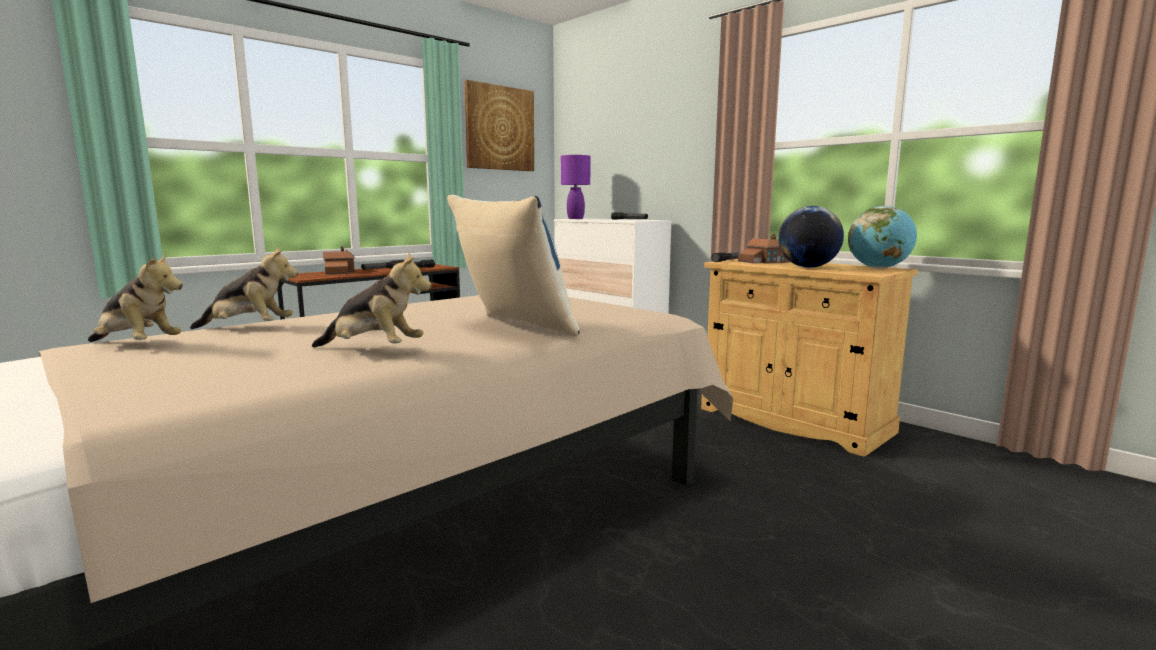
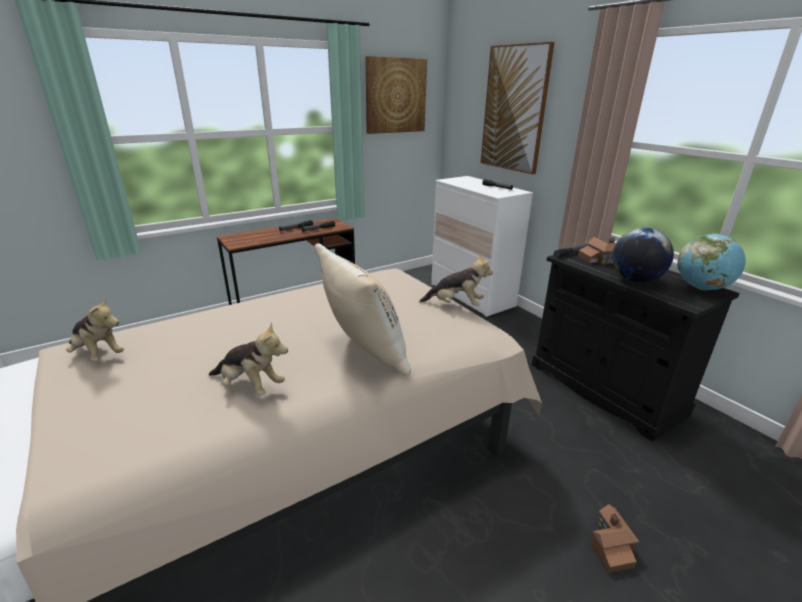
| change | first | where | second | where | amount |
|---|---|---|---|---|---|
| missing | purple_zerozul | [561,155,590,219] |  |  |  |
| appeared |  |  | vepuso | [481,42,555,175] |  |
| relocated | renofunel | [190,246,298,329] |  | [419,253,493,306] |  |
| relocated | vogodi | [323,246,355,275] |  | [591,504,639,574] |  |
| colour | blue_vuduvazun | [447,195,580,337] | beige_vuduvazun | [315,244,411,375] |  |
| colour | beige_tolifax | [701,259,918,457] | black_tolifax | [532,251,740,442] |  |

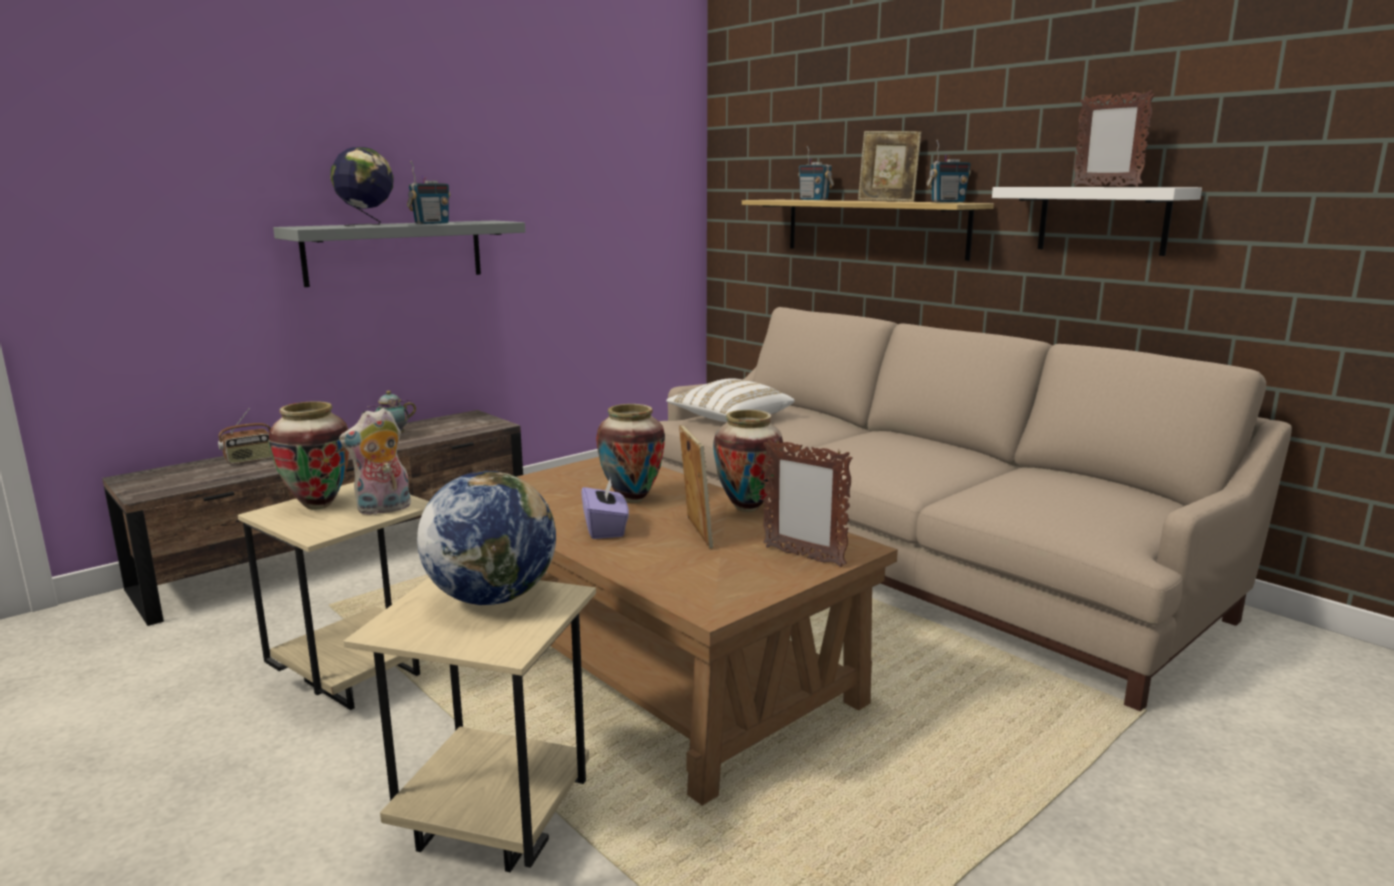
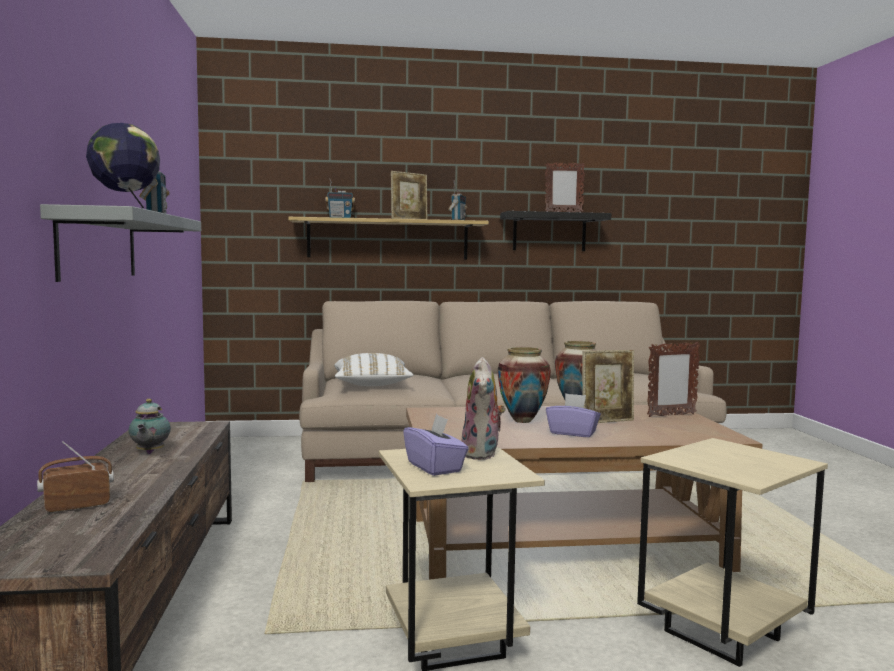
| change | first | where | second | where | amount |
|---|---|---|---|---|---|
| missing | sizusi | [417,471,556,605] |  |  |  |
| exchanged | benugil | [268,401,349,510] | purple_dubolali | [403,414,469,476] |  |
| colour | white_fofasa | [992,187,1202,256] | black_fofasa | [500,211,611,251] |  |
| spun | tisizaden | [218,408,272,464] |  | [37,441,114,513] | 120 degrees counterclockwise |
| spun | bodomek | [679,425,714,549] |  | [582,350,634,423] | 135 degrees clockwise |

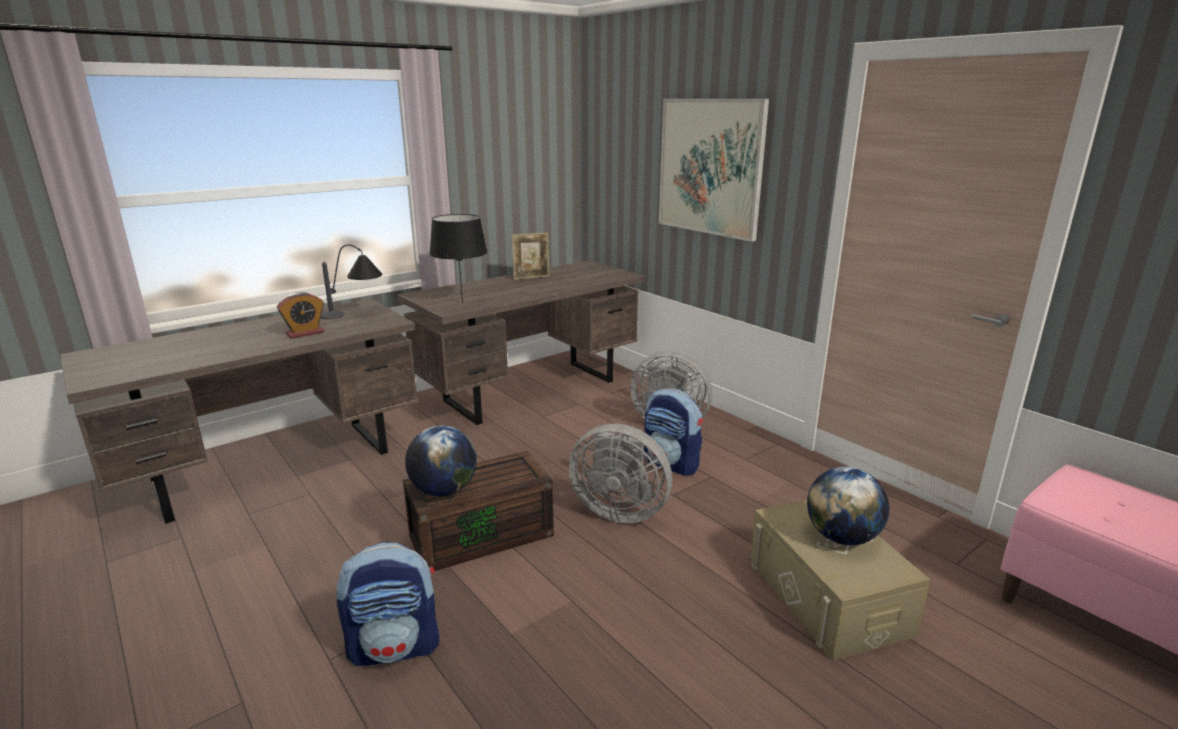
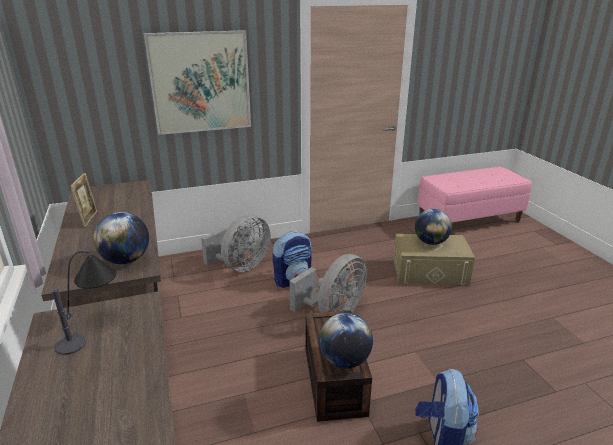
| change | first | where | second | where | amount |
|---|---|---|---|---|---|
| missing | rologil | [277,292,324,338] |  |  |  |
| exchanged | black_zerozul | [429,214,488,303] | sizusi | [93,212,149,264] |  |

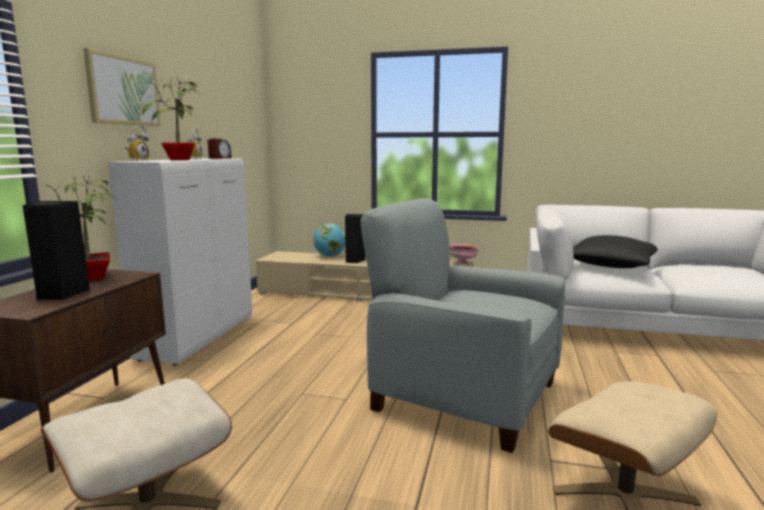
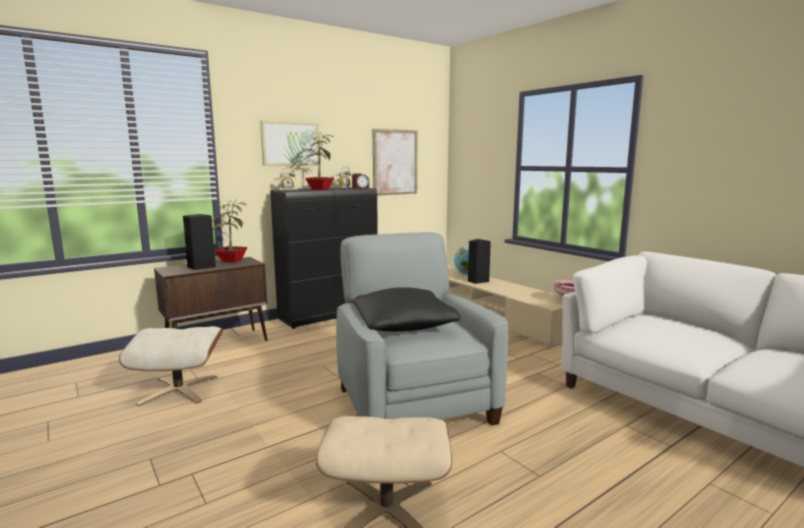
| change | first | where | second | where | amount |
|---|---|---|---|---|---|
| appeared |  |  | vepuso | [373,129,417,196] |  |
| relocated | black_vuduvazun | [573,235,658,268] |  | [352,287,461,332] |  |
| colour | white_tolifax | [108,158,252,366] | black_tolifax | [270,187,378,329] |  |

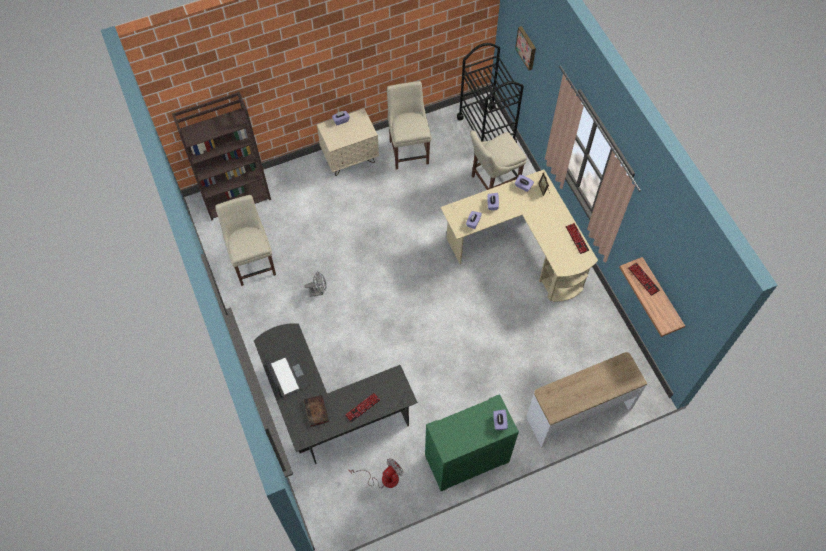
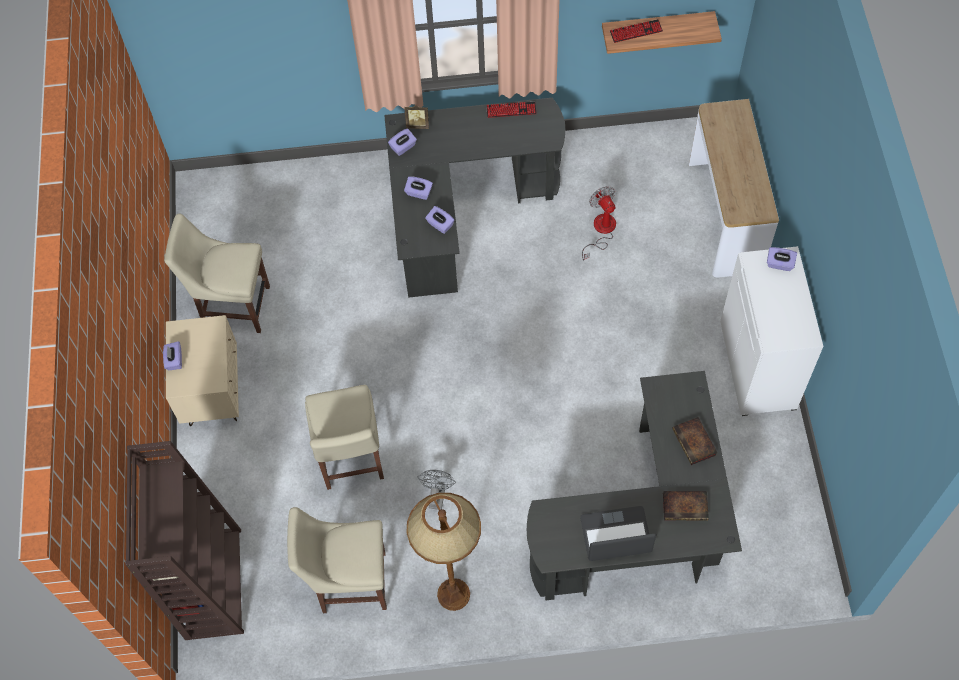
| change | first | where | second | where | amount |
|---|---|---|---|---|---|
| missing | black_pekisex | [457,43,524,143] |  |  |  |
| missing | vepuso | [515,26,536,70] |  |  |  |
| appeared |  |  | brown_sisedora | [407,493,481,611] |  |
| relocated | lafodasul | [349,458,403,488] |  | [582,186,616,261] |  |
| relocated | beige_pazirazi | [470,130,527,190] |  | [305,385,384,490] |  |
| exchanged | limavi | [345,393,381,423] | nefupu | [672,417,717,465] |  |
| colour | green_tolifax | [425,394,519,491] | white_tolifax | [720,246,823,416] |  |
| colour | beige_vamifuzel | [440,169,598,302] | black_vamifuzel | [384,98,565,298] |  |

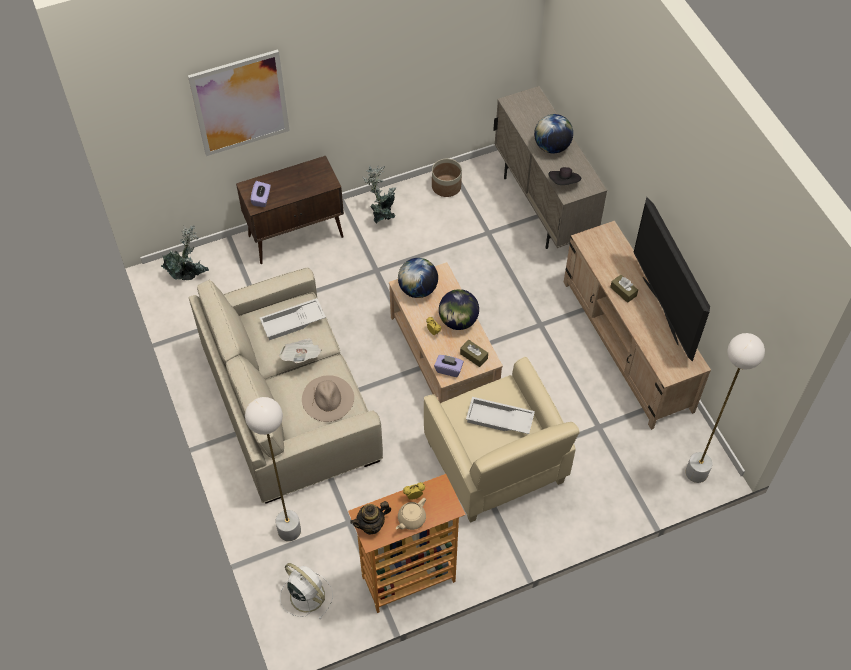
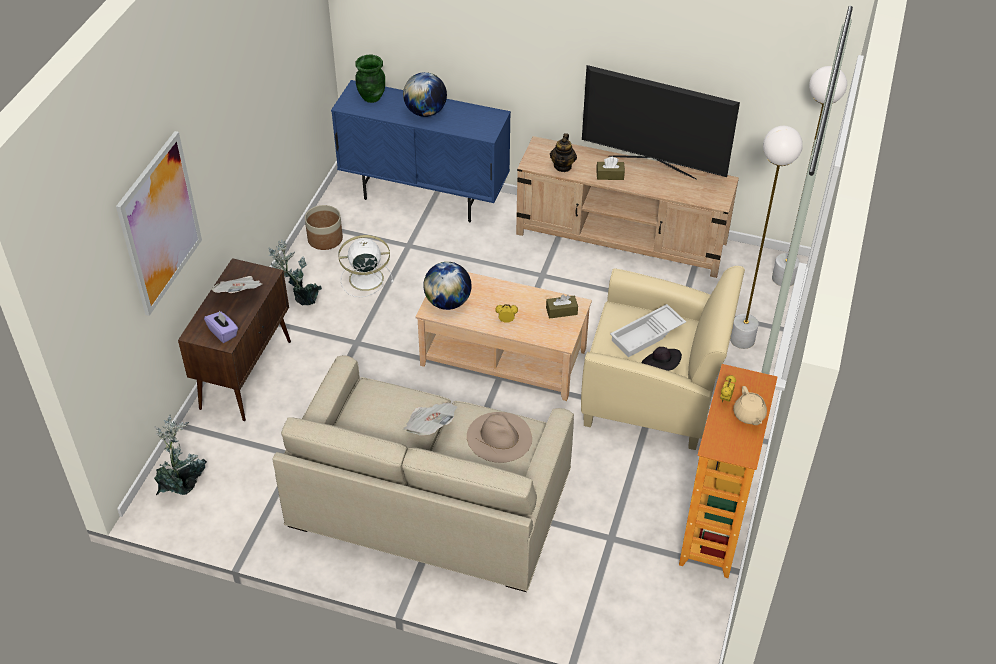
| change | first | where | second | where | amount |
|---|---|---|---|---|---|
| missing | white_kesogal | [260,298,326,340] |  |  |  |
| missing | purple_dubolali | [434,355,464,377] |  |  |  |
| missing | sizusi | [439,289,479,330] |  |  |  |
| appeared |  |  | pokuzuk | [211,276,262,293] |  |
| appeared |  |  | green_benugil | [355,55,385,103] |  |
| relocated | white_sisedora | [245,397,301,541] |  | [730,126,803,349] |  |
| relocated | white_lafodasul | [280,563,333,620] |  | [338,235,394,297] |  |
| relocated | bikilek | [350,501,391,535] |  | [550,133,577,172] |  |
| relocated | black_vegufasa | [549,167,581,185] |  | [641,347,682,371] |  |
| colour | beige_tolifax | [493,86,607,249] | blue_tolifax | [331,80,511,222] |  |

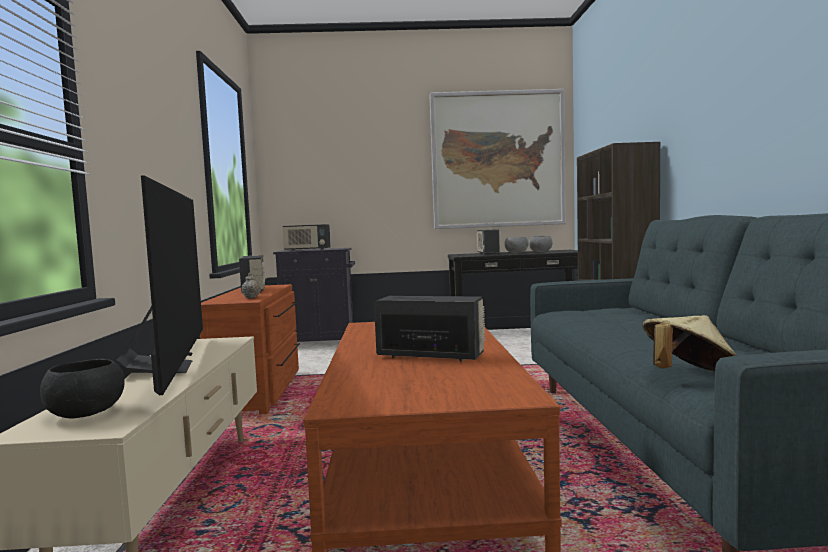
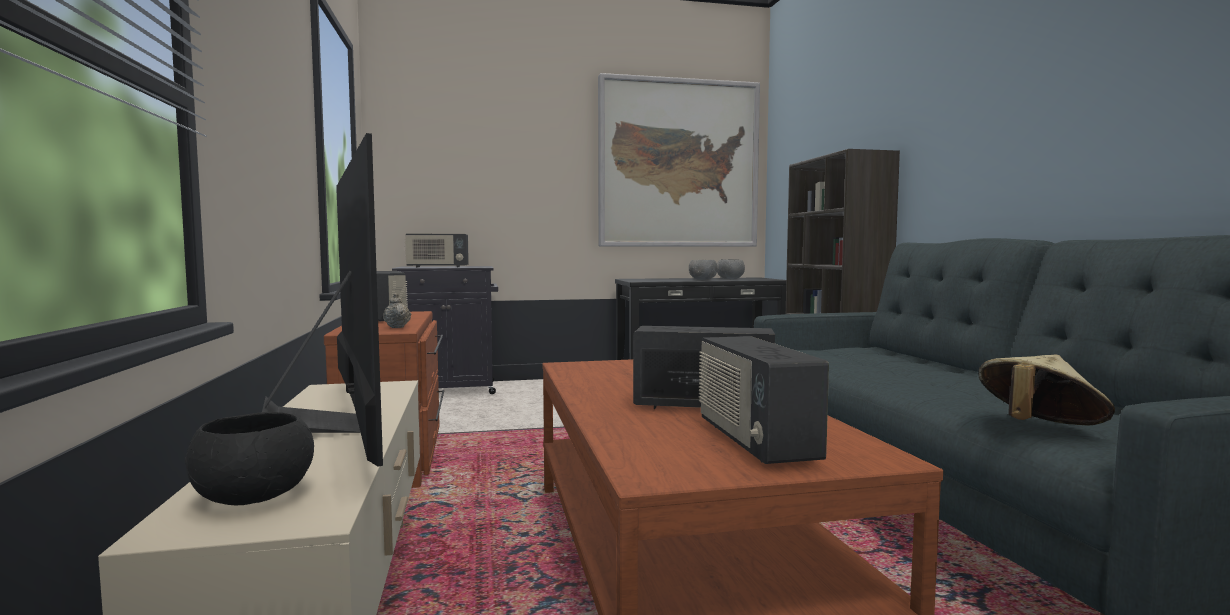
| change | first | where | second | where | amount |
|---|---|---|---|---|---|
| relocated | tisizaden | [477,229,500,255] |  | [699,336,829,464] |  |

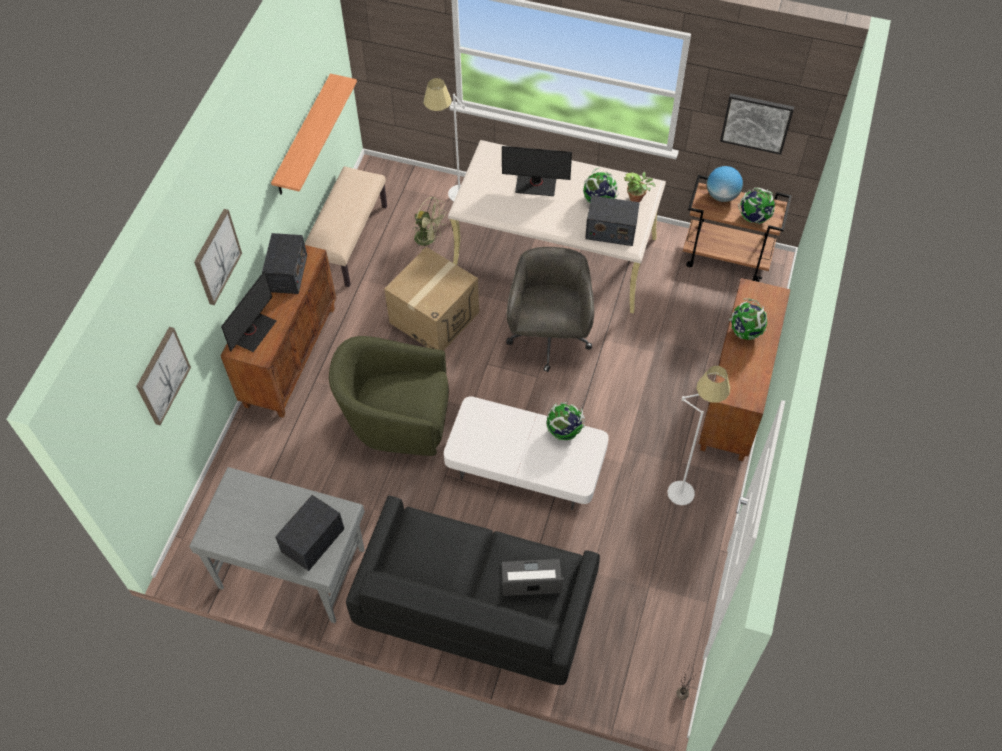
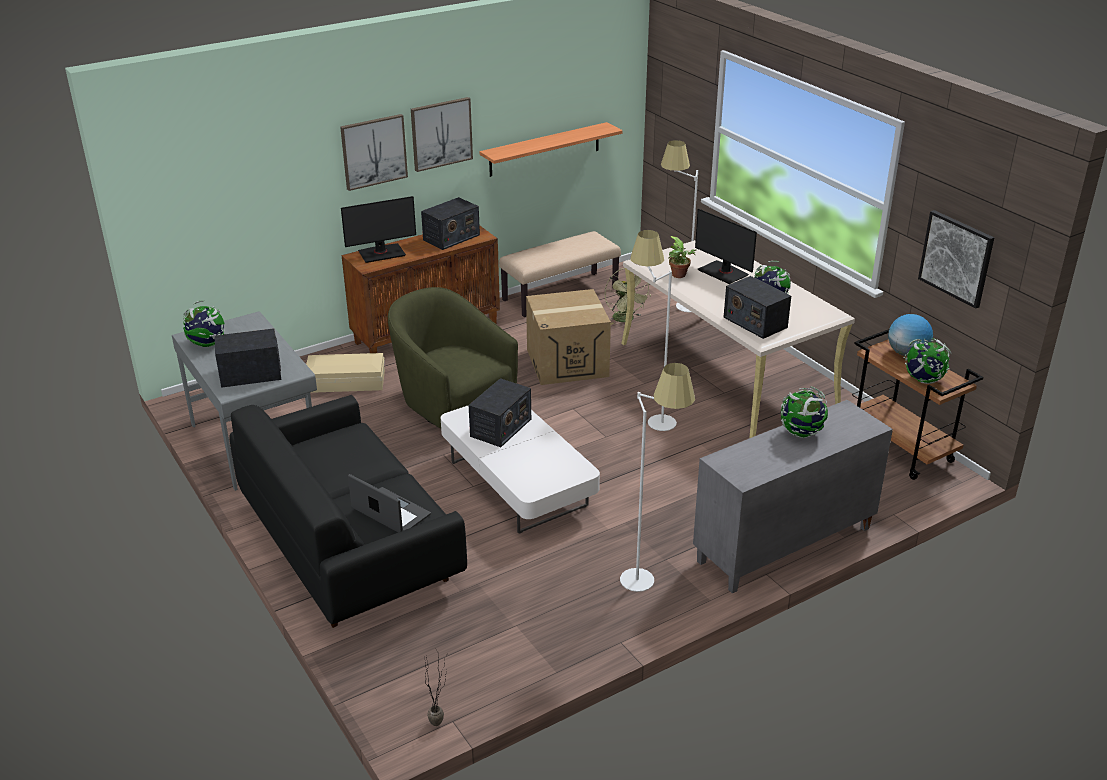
| change | first | where | second | where | amount |
|---|---|---|---|---|---|
| appeared |  |  | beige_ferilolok | [306,353,385,393] |  |
| appeared |  |  | tisizaden | [469,378,531,447] |  |
| relocated | vepuso | [136,327,191,425] |  | [411,97,473,172] |  |
| relocated | sizusi | [546,402,585,440] |  | [183,300,225,347] |  |
| relocated | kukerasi | [624,172,656,202] |  | [669,236,697,278] |  |
| exchanged | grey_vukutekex | [506,247,594,372] | white_sisedora | [630,230,677,431] |  |
| colour | brown_tolifax | [699,278,791,461] | grey_tolifax | [693,400,893,593] |  |

